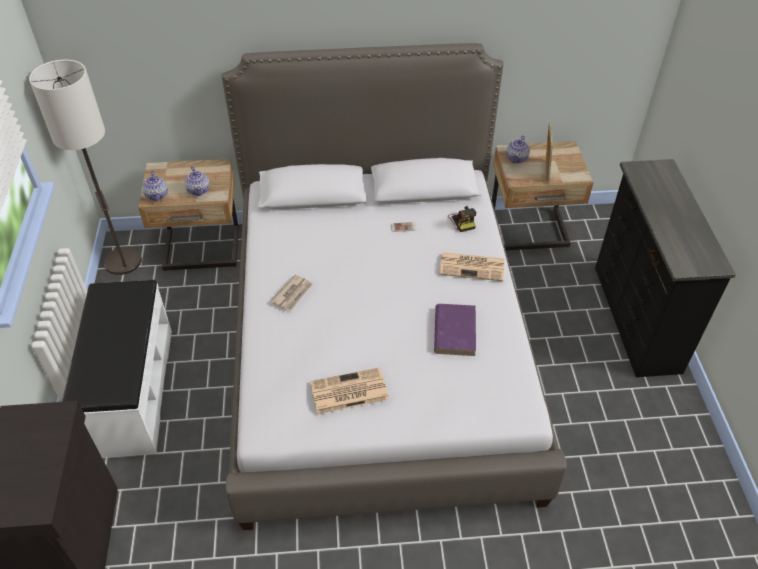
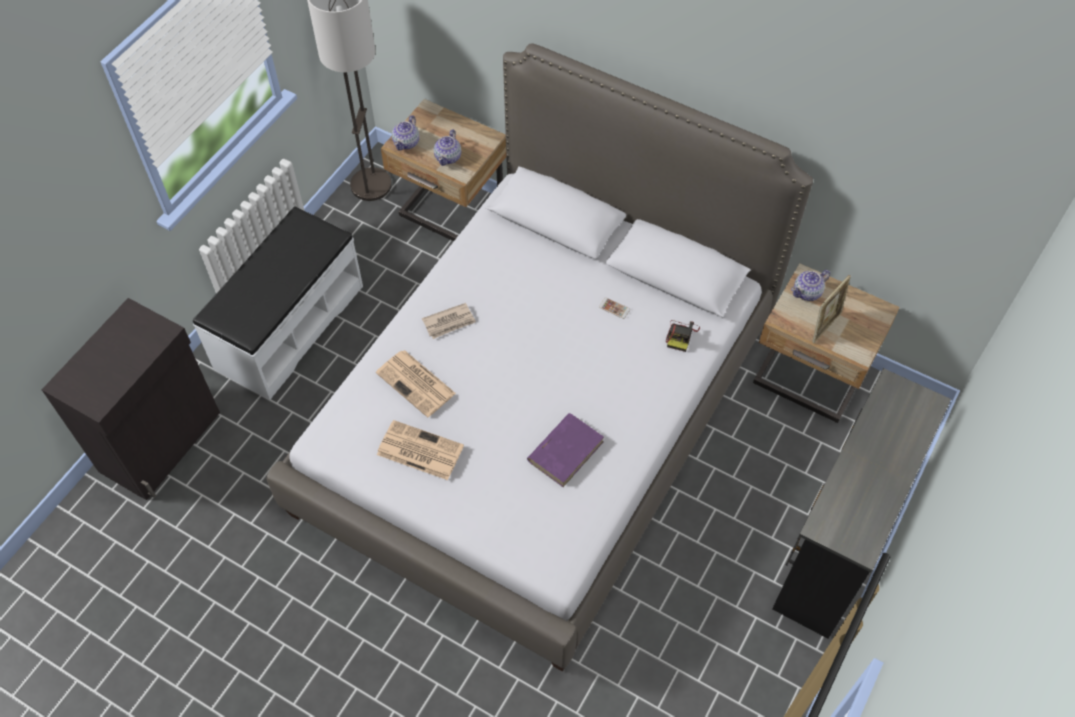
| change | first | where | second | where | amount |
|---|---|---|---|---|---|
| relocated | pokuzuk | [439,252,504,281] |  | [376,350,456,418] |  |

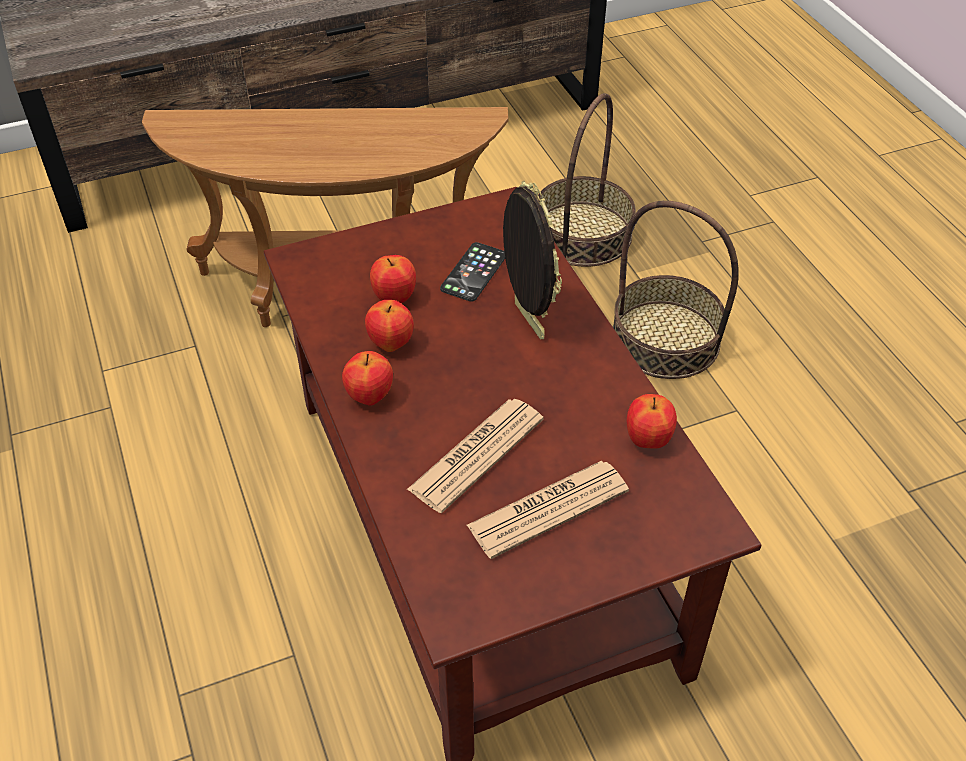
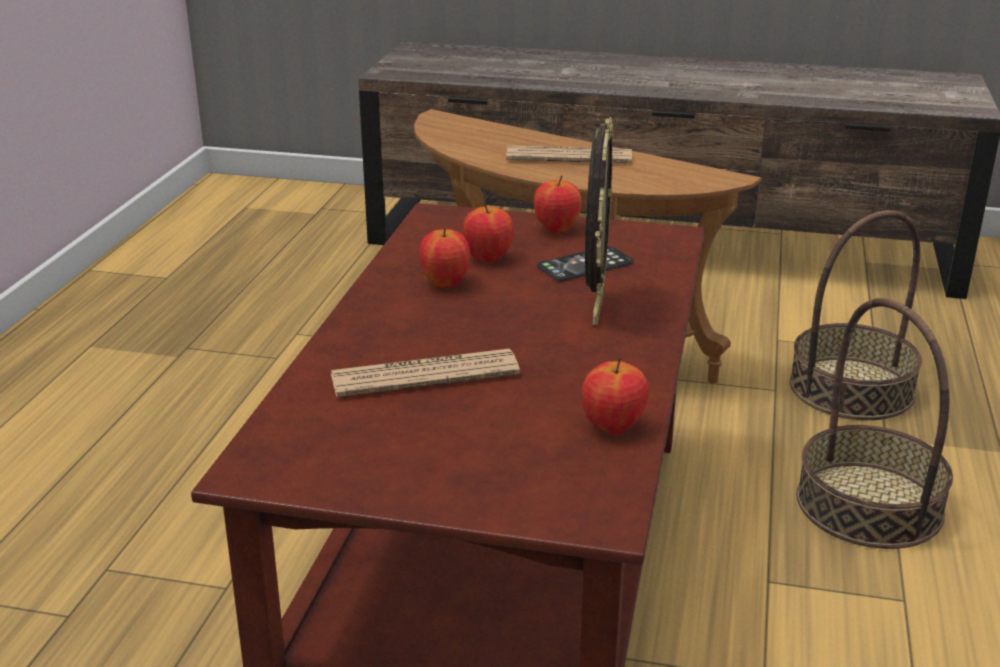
| change | first | where | second | where | amount |
|---|---|---|---|---|---|
| relocated | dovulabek | [342,351,393,406] |  | [534,175,582,233] |  |
| relocated | pokuzuk | [467,461,629,559] |  | [506,146,632,163] |  |

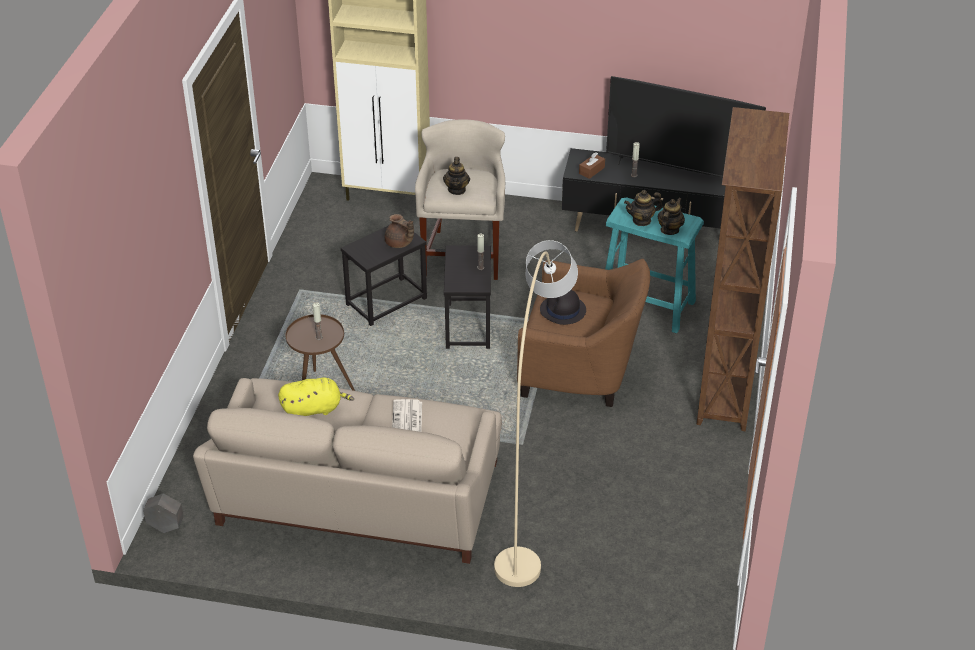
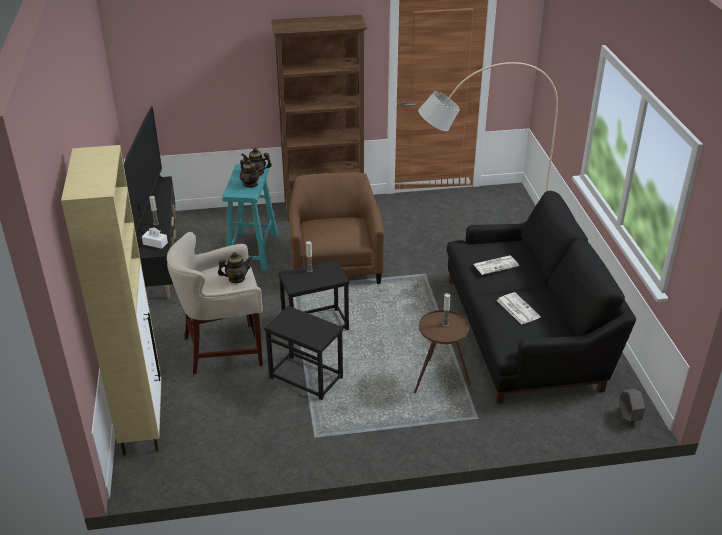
| change | first | where | second | where | amount |
|---|---|---|---|---|---|
| missing | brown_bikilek | [385,214,414,248] |  |  |  |
| missing | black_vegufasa | [540,290,586,325] |  |  |  |
| exchanged | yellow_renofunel | [278,377,354,416] | pokuzuk | [497,292,541,325] |  |
| colour | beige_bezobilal | [193,378,502,564] | black_bezobilal | [447,191,636,404] |  |
| colour | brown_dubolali | [579,152,605,179] | white_dubolali | [142,227,168,249] |  |

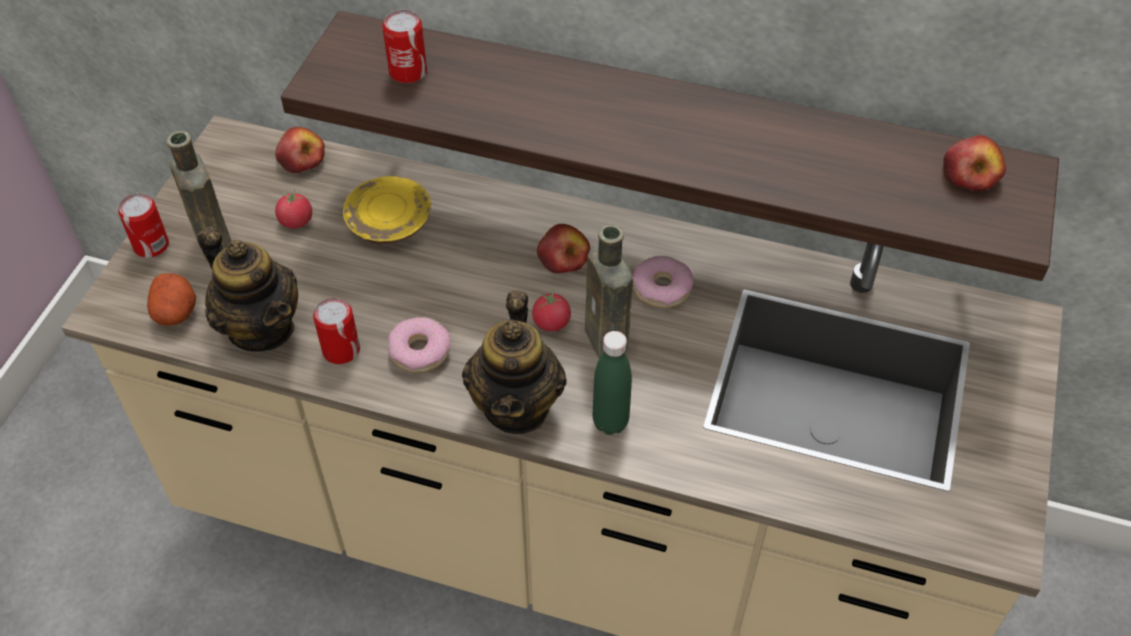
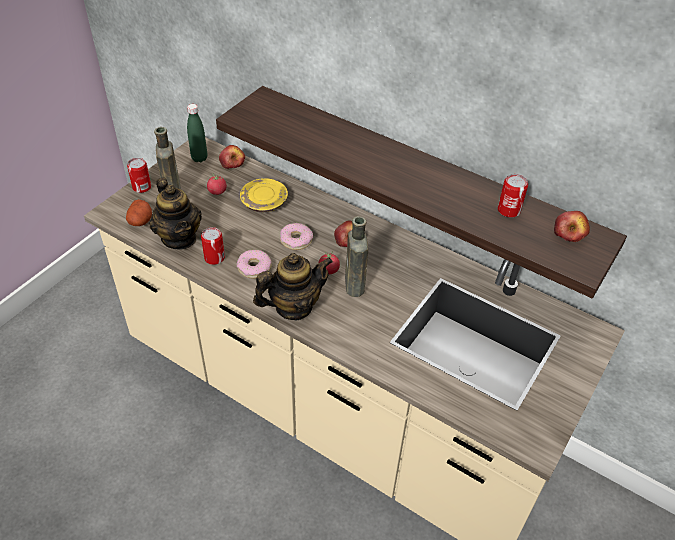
| change | first | where | second | where | amount |
|---|---|---|---|---|---|
| relocated | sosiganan | [382,10,427,83] |  | [498,174,528,218] |  |
| relocated | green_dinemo | [592,331,632,435] |  | [187,104,207,162] |  |
| relocated | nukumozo | [633,256,693,308] |  | [280,223,313,250] |  |
| spun | bikilek | [462,290,567,434] |  | [253,253,333,320] | 135 degrees counterclockwise |

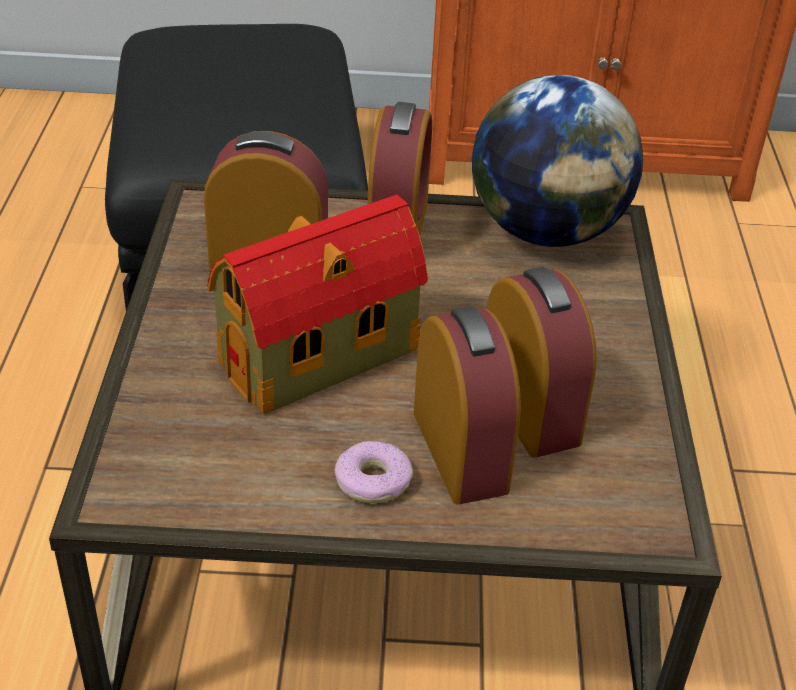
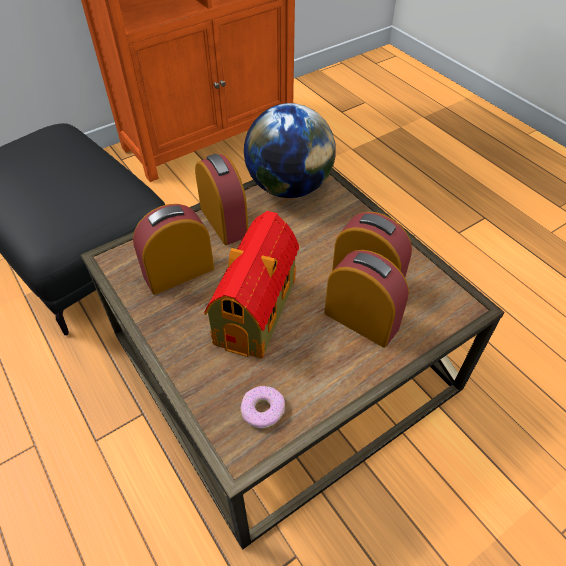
| change | first | where | second | where | amount |
|---|---|---|---|---|---|
| relocated | nukumozo | [335,441,413,503] |  | [240,386,285,429] |  |

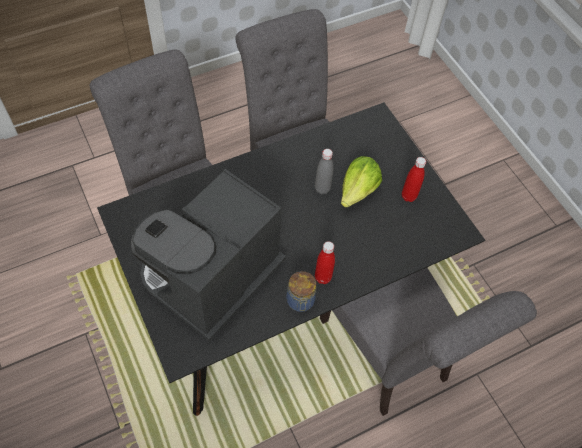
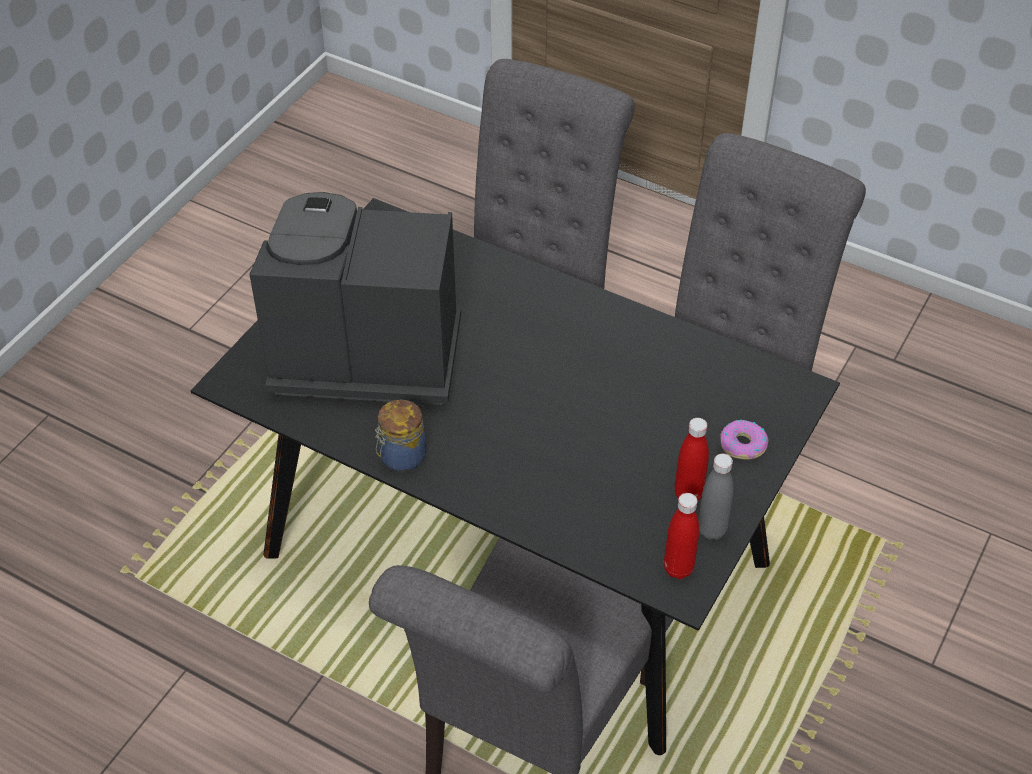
| change | first | where | second | where | amount |
|---|---|---|---|---|---|
| missing | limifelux | [341,156,382,207] |  |  |  |
| appeared |  |  | nukumozo | [720,420,768,460] |  |
| relocated | grey_dinemo | [315,149,334,194] |  | [698,453,734,540] |  |
| relocated | red_dinemo | [315,241,335,284] |  | [664,493,699,579] |  |

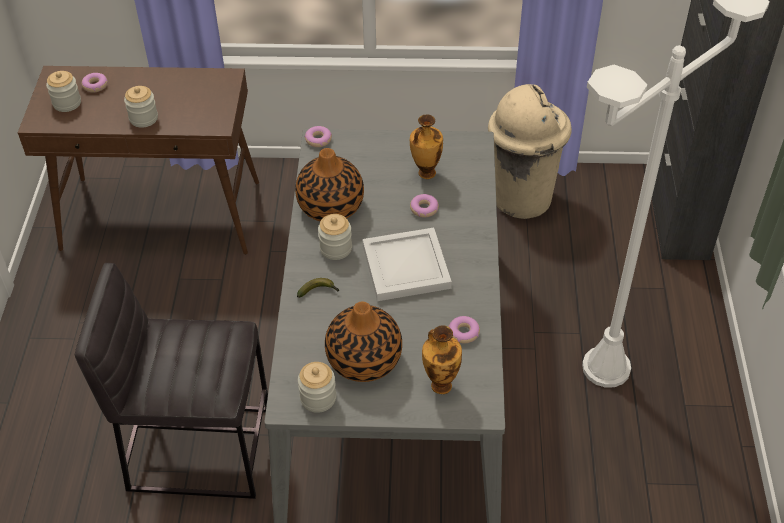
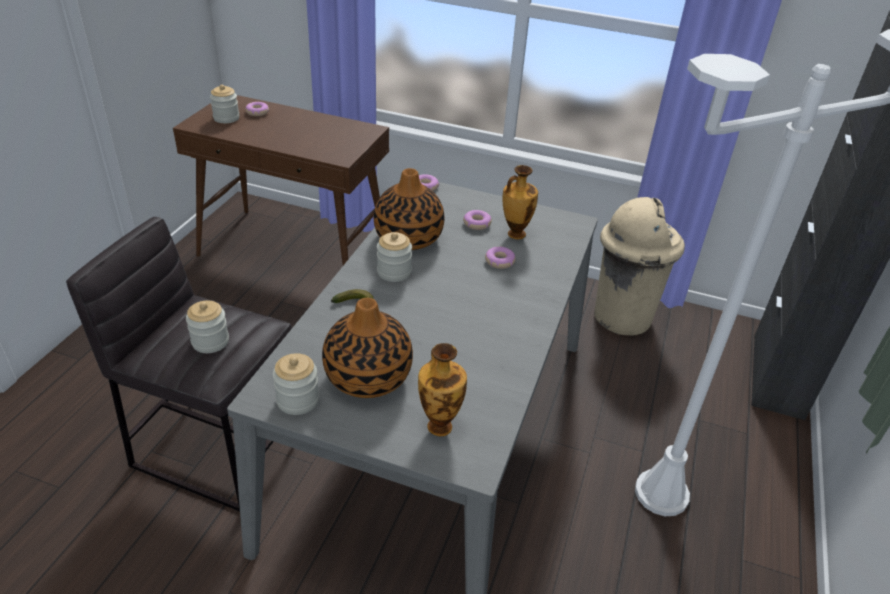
| change | first | where | second | where | amount |
|---|---|---|---|---|---|
| missing | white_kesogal | [362,228,452,301] |  |  |  |
| relocated | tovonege | [124,86,158,128] |  | [186,301,229,353] |  |
| relocated | nukumozo | [448,316,480,343] |  | [463,210,492,230] |  |

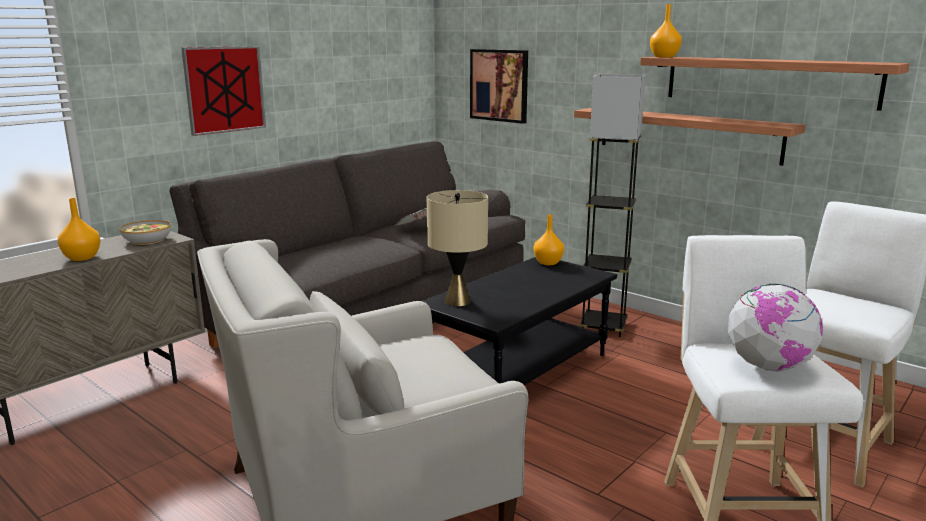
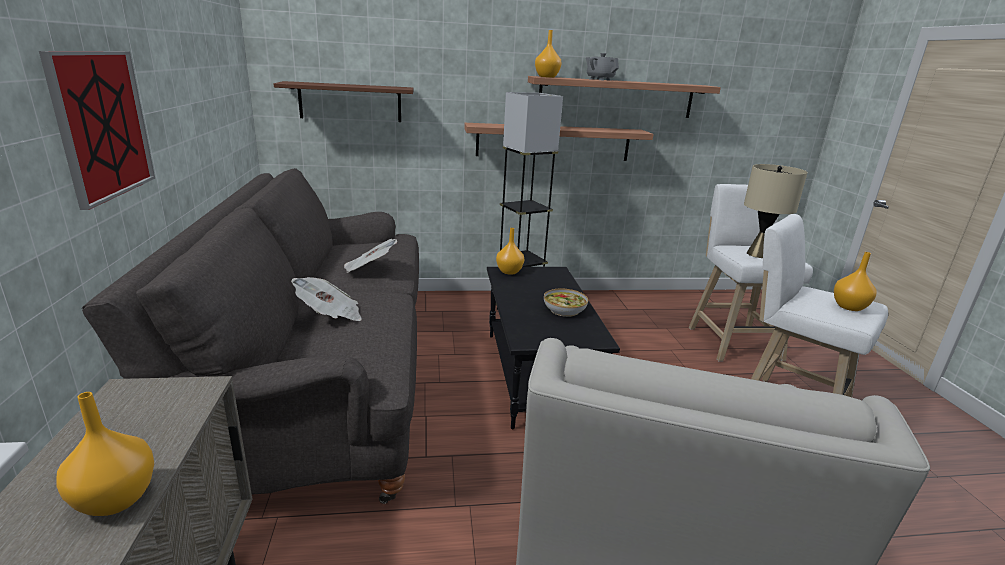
| change | first | where | second | where | amount |
|---|---|---|---|---|---|
| appeared |  |  | pokuzuk | [291,277,361,321] |  |
| appeared |  |  | grey_bikilek | [586,53,619,81] |  |
| relocated | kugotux | [120,220,171,245] |  | [544,288,588,317] |  |
| relocated | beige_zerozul | [427,190,488,306] |  | [744,164,808,258] |  |
| exchanged | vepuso | [470,49,528,124] | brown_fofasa | [274,81,414,122] |  |
| exchanged | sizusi | [728,284,823,371] | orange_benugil | [834,252,877,311] |  |

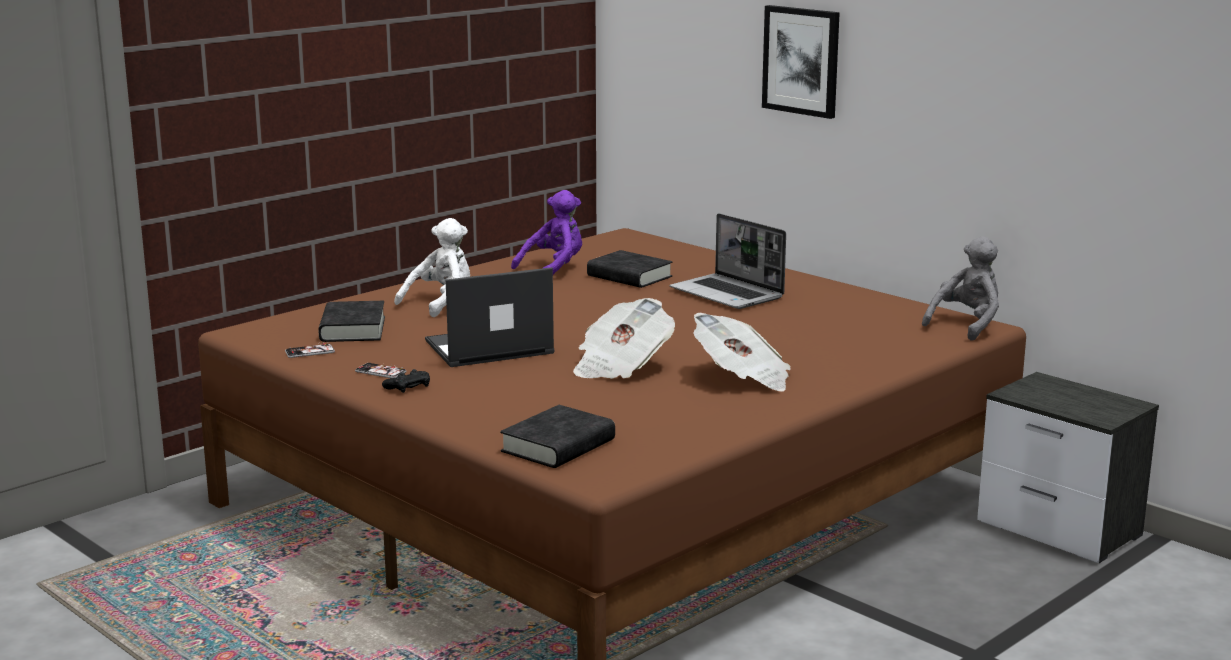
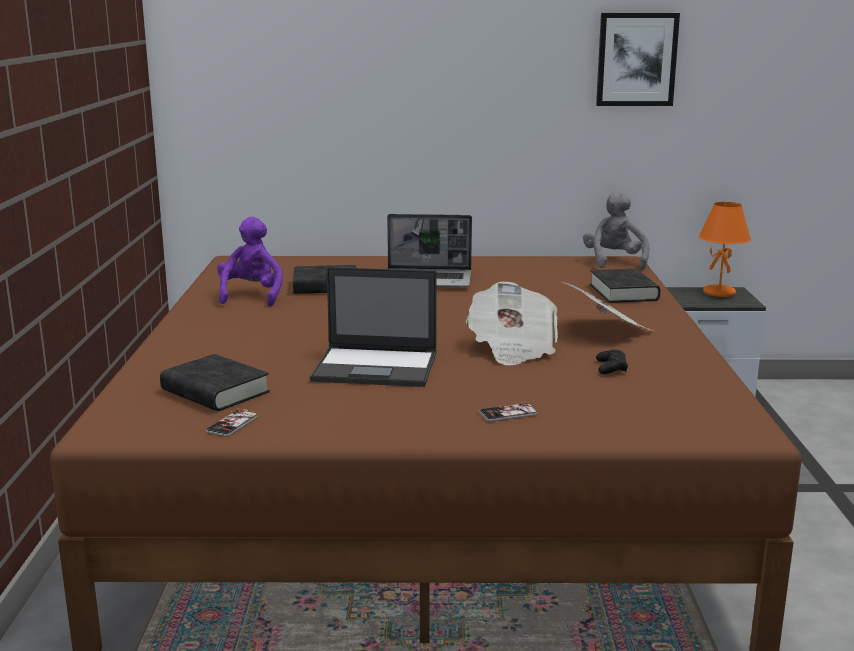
| change | first | where | second | where | amount |
|---|---|---|---|---|---|
| missing | white_renofunel | [394,218,470,317] |  |  |  |
| appeared |  |  | orange_zerozul | [699,202,751,297] |  |
| relocated | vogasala | [355,363,407,378] |  | [479,401,538,422] |  |
| relocated | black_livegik | [382,369,430,393] |  | [596,349,628,374] |  |
| relocated | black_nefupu | [500,405,615,468] |  | [590,269,660,303] |  |
| relocated | vepuso | [762,5,840,119] |  | [596,13,680,106] |  |
| spun | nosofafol | [425,267,555,367] |  | [310,267,437,387] | 105 degrees counterclockwise |

